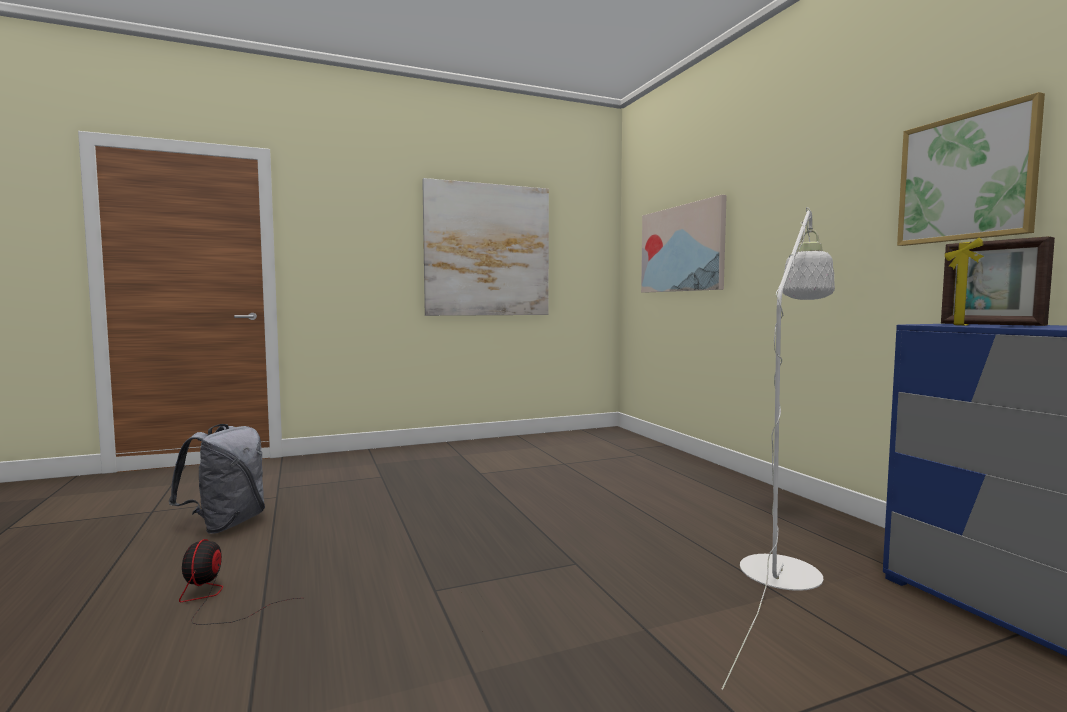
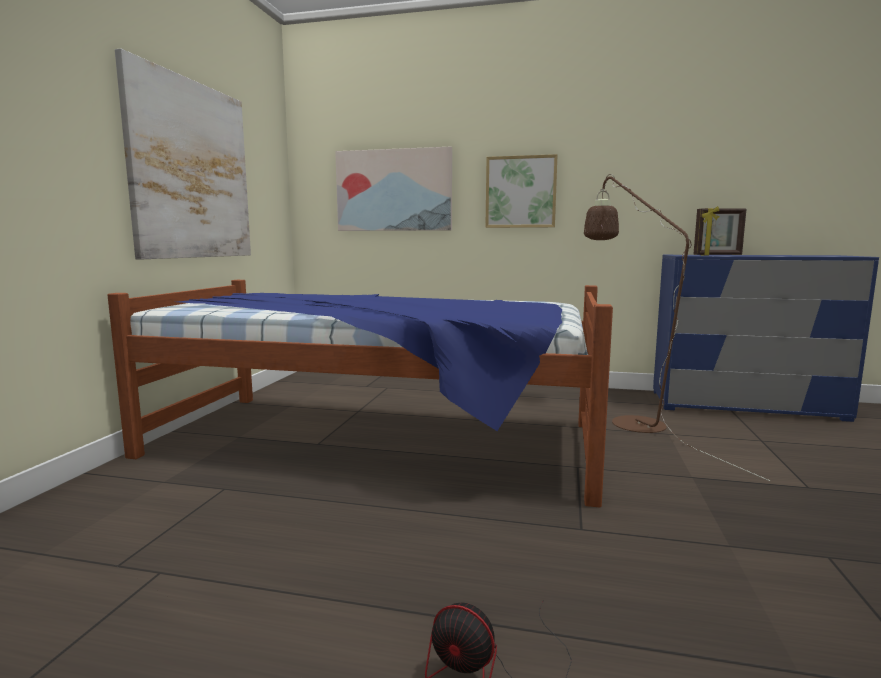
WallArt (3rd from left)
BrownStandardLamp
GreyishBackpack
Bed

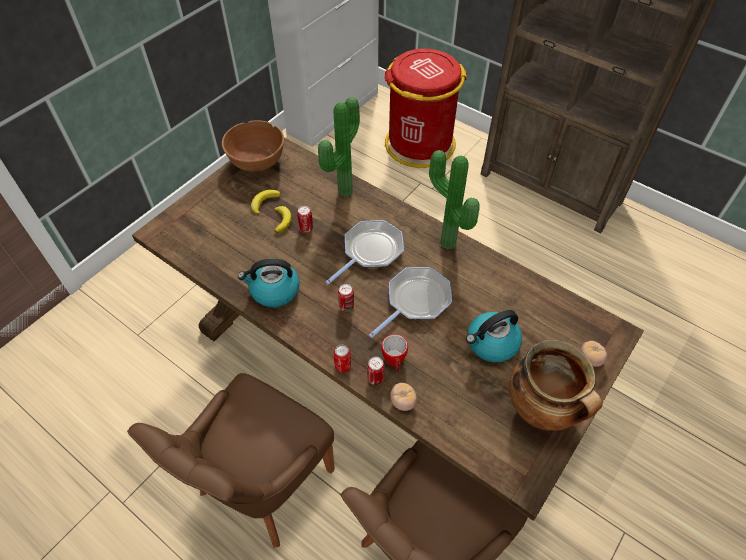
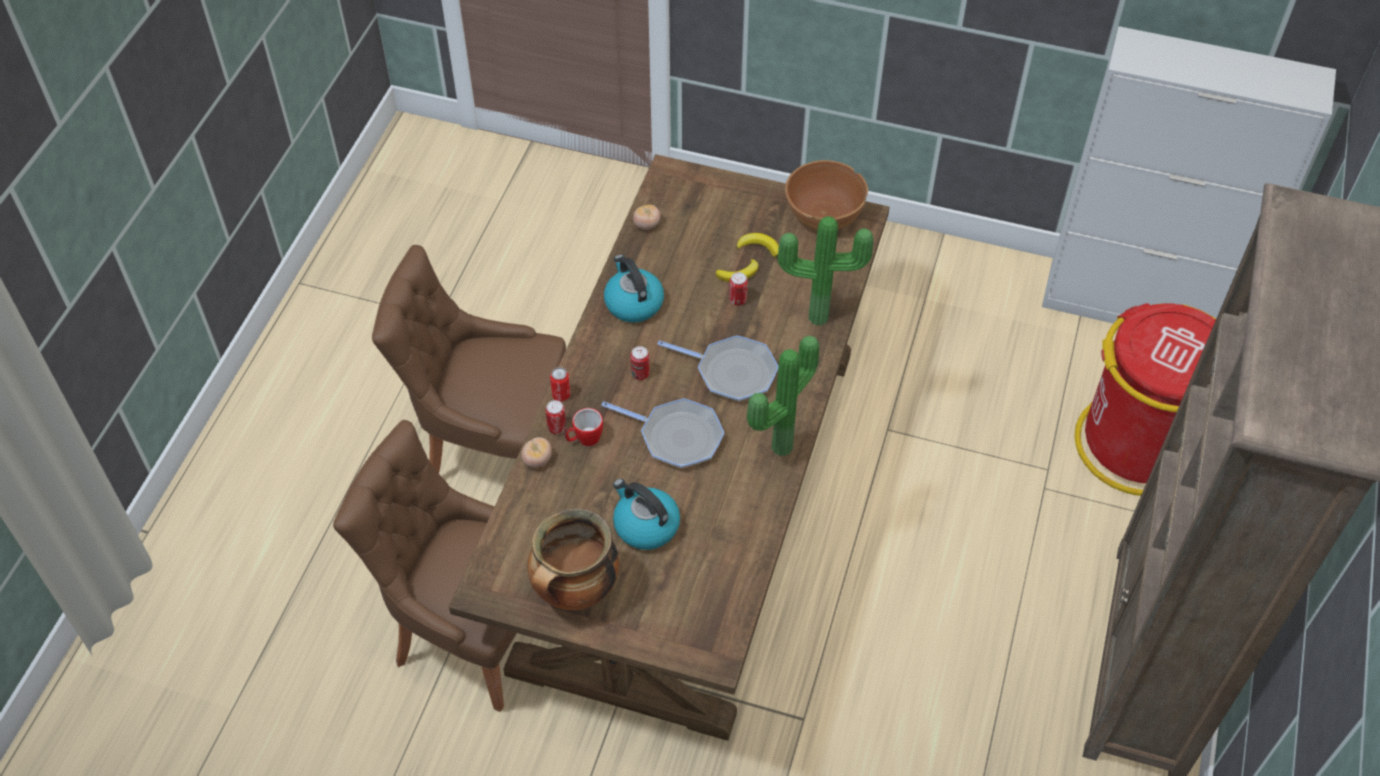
WholeTomato (2nd from left)

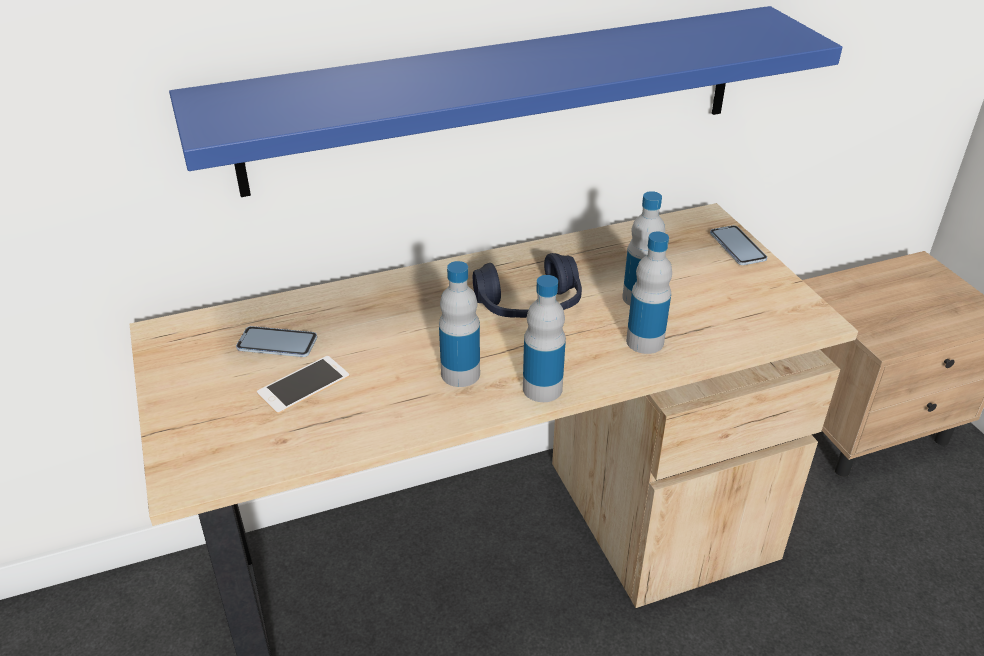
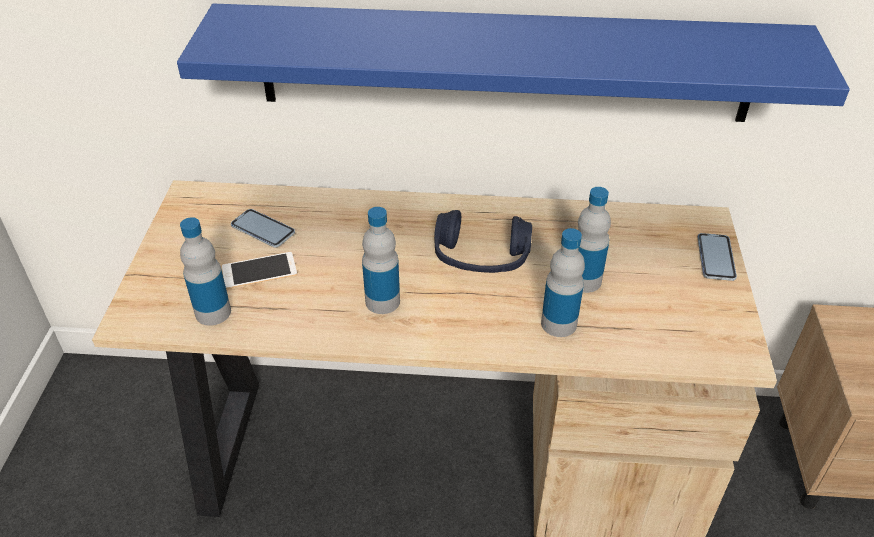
DrinkBottle (1st from left)

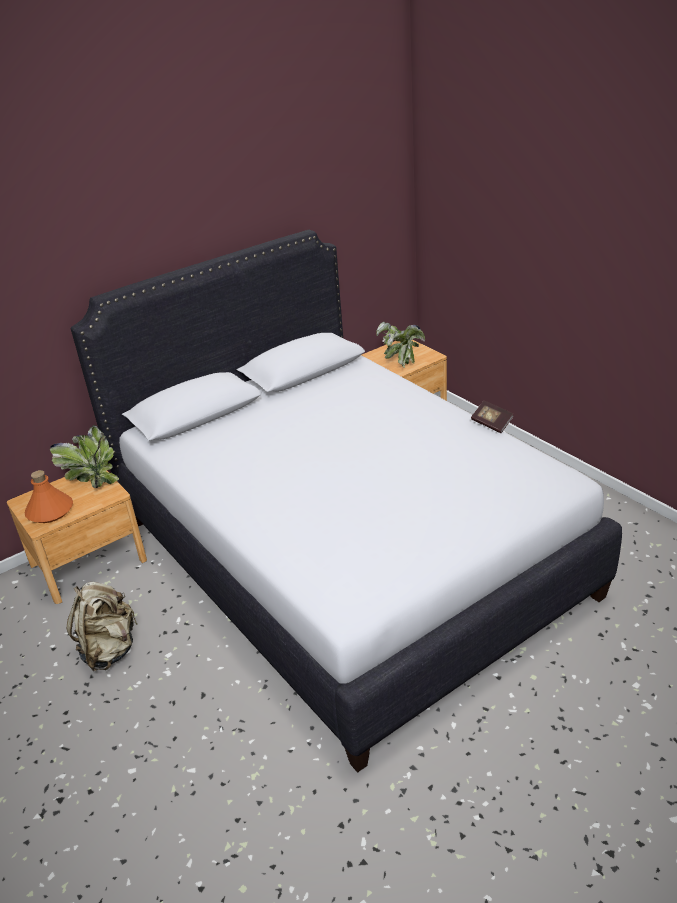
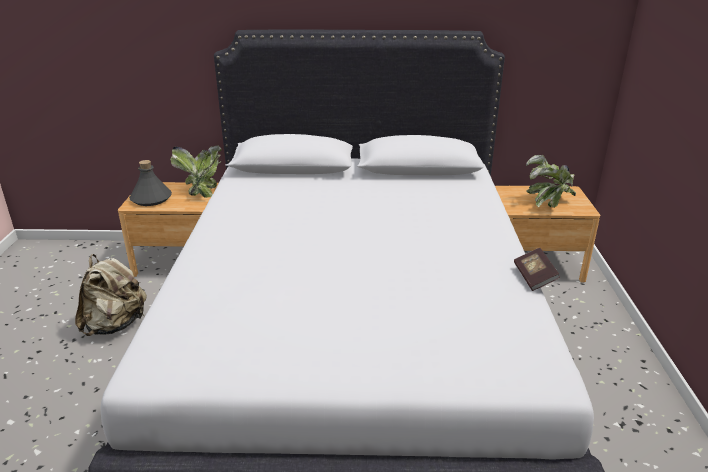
GreyishDrinkBottle

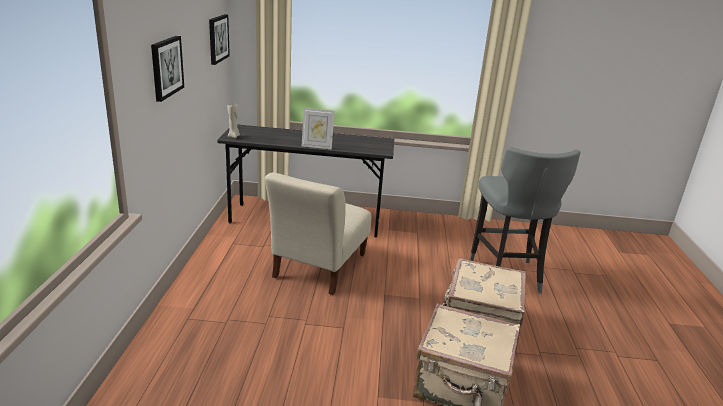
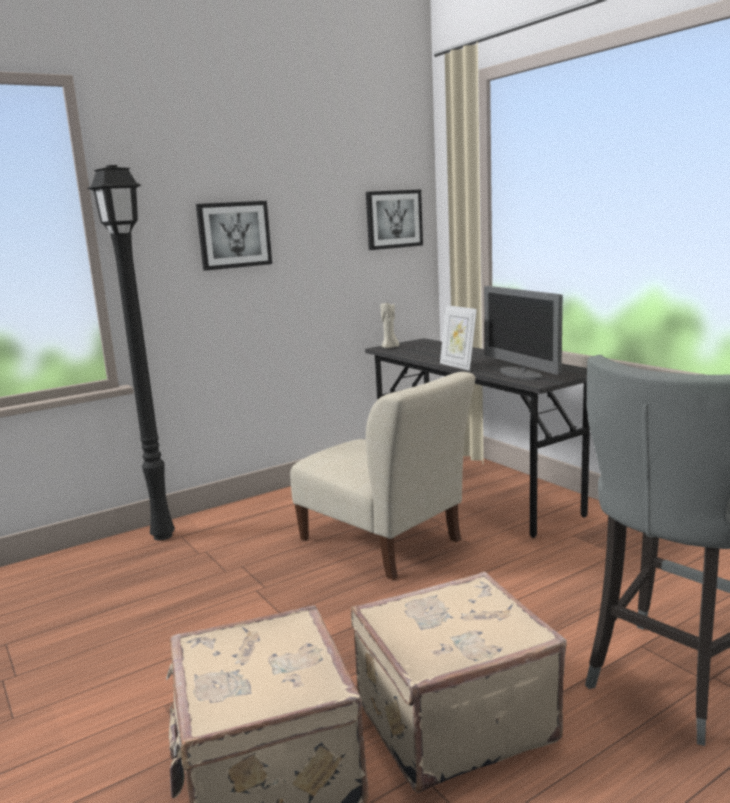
SandColouredUprightChair
BlackishStandardLamp
Monitor

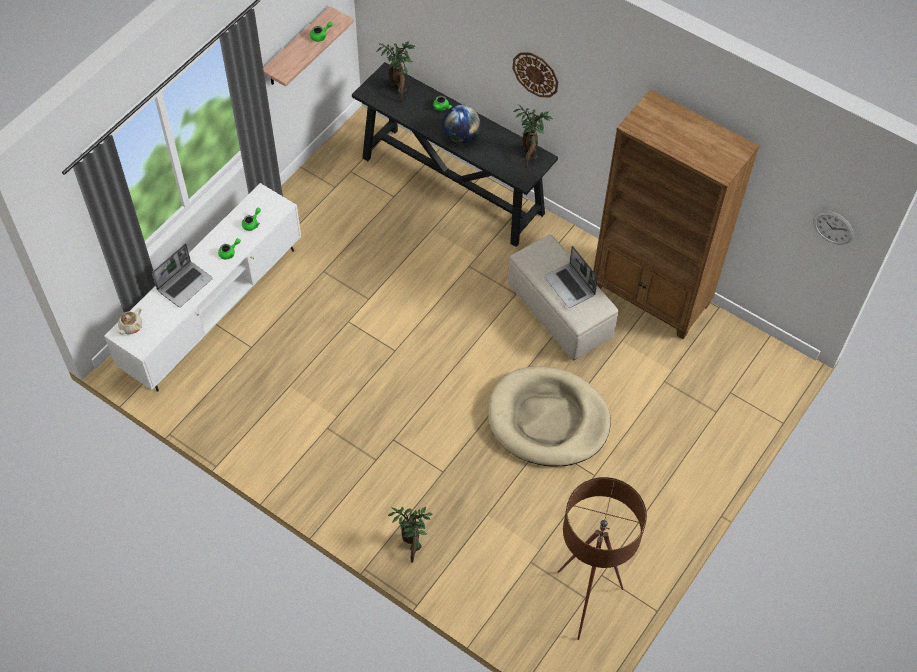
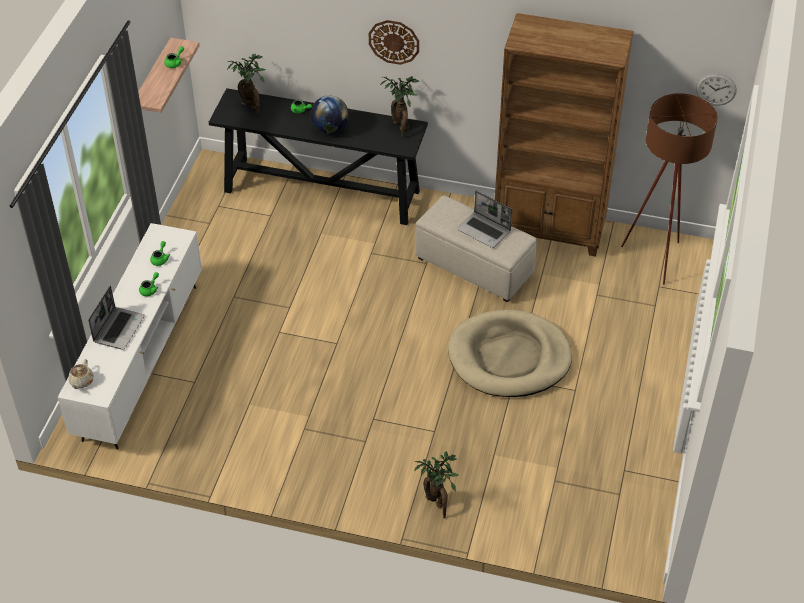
BrownStandardLamp

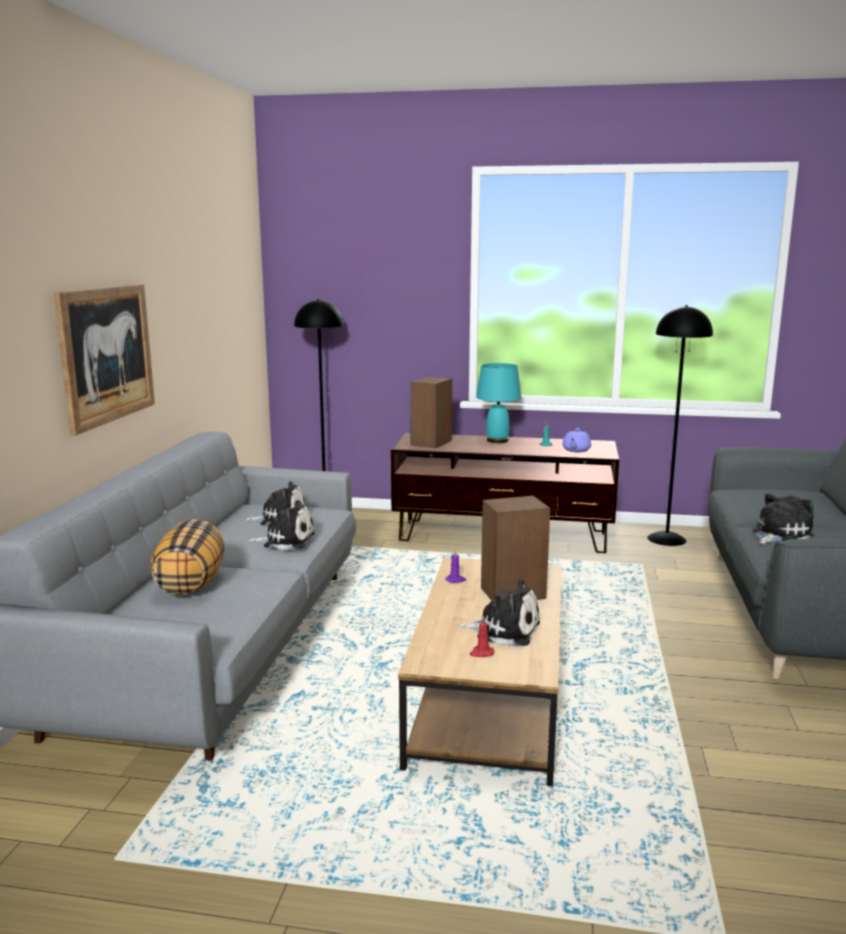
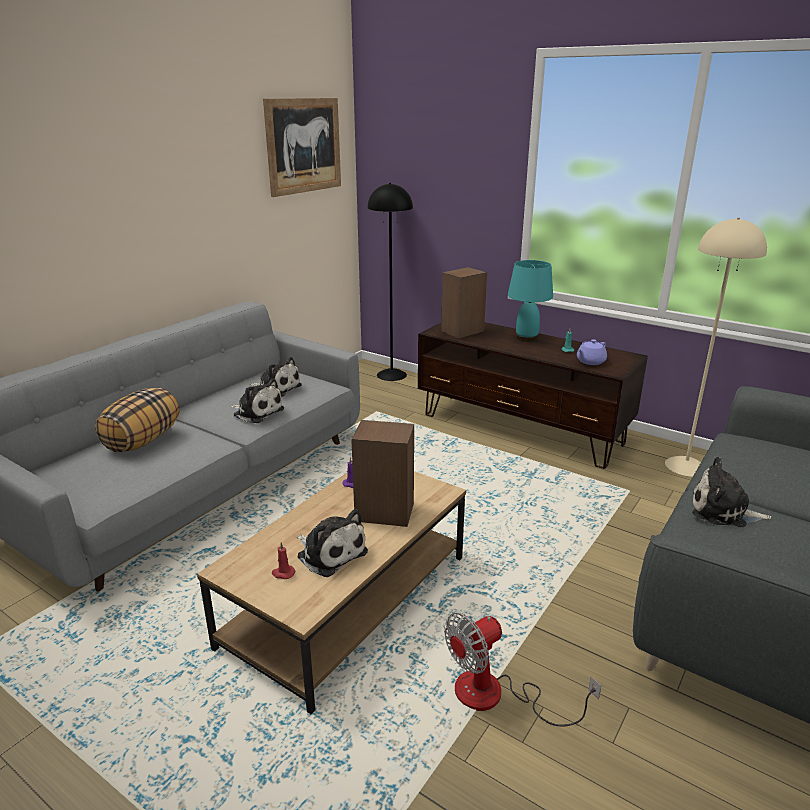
WallArt
SandColouredStandardLamp
SoftToy (4th from left)
CoolingFan

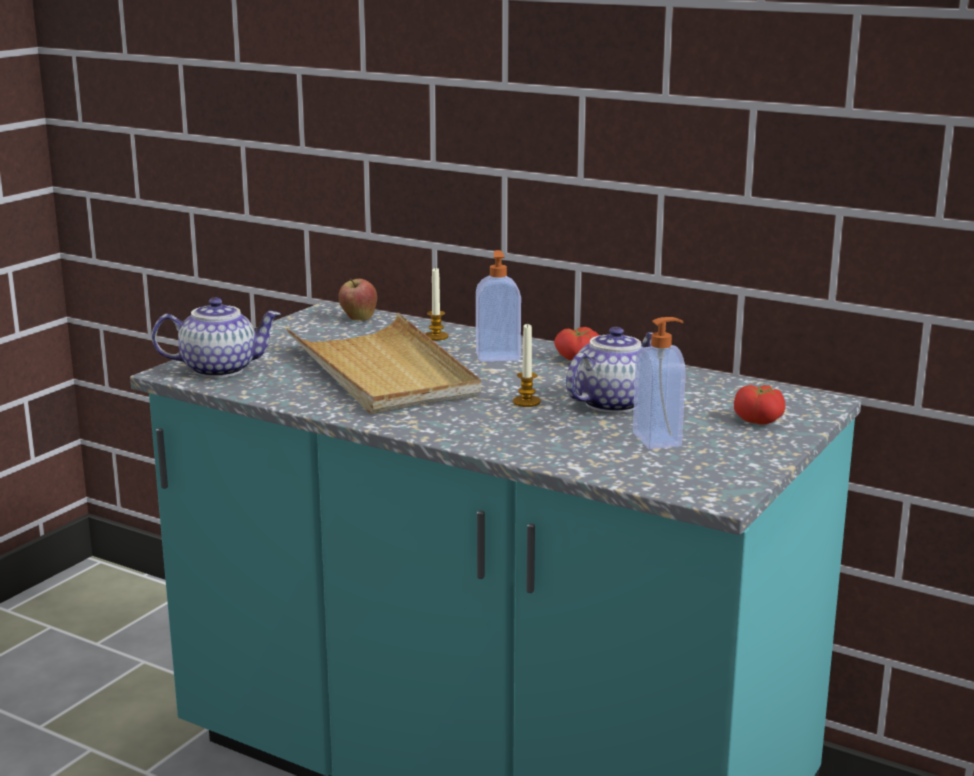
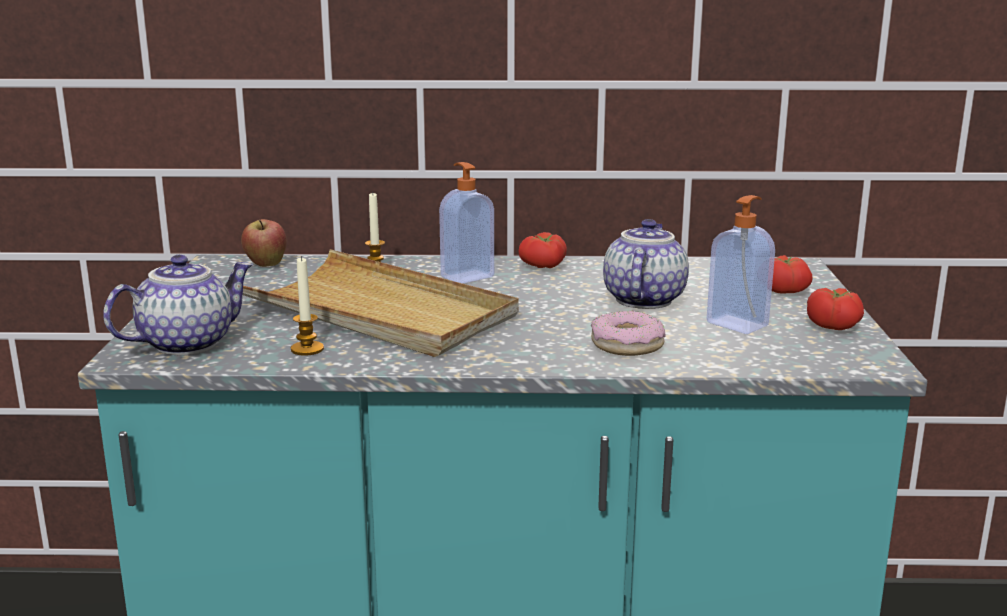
WaxCandle (1st from left)
WholeTomato (3rd from left)
Doughnut

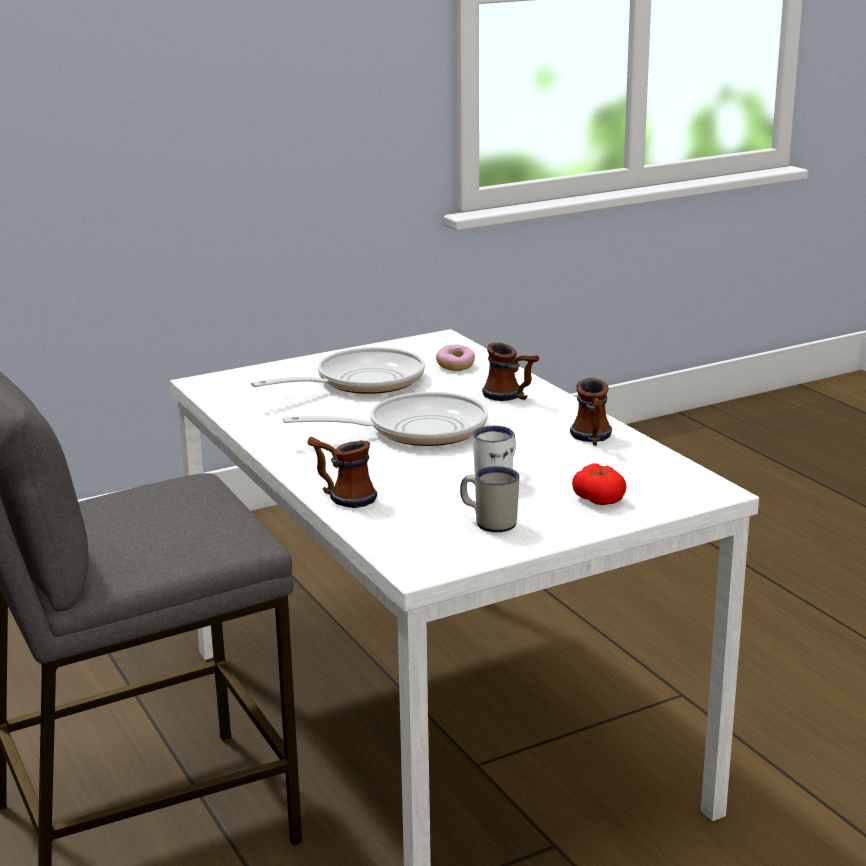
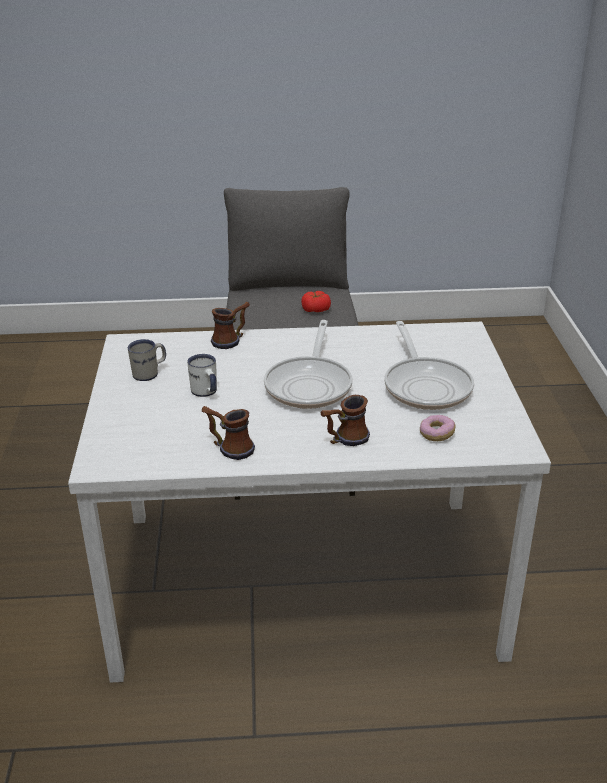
WholeTomato

